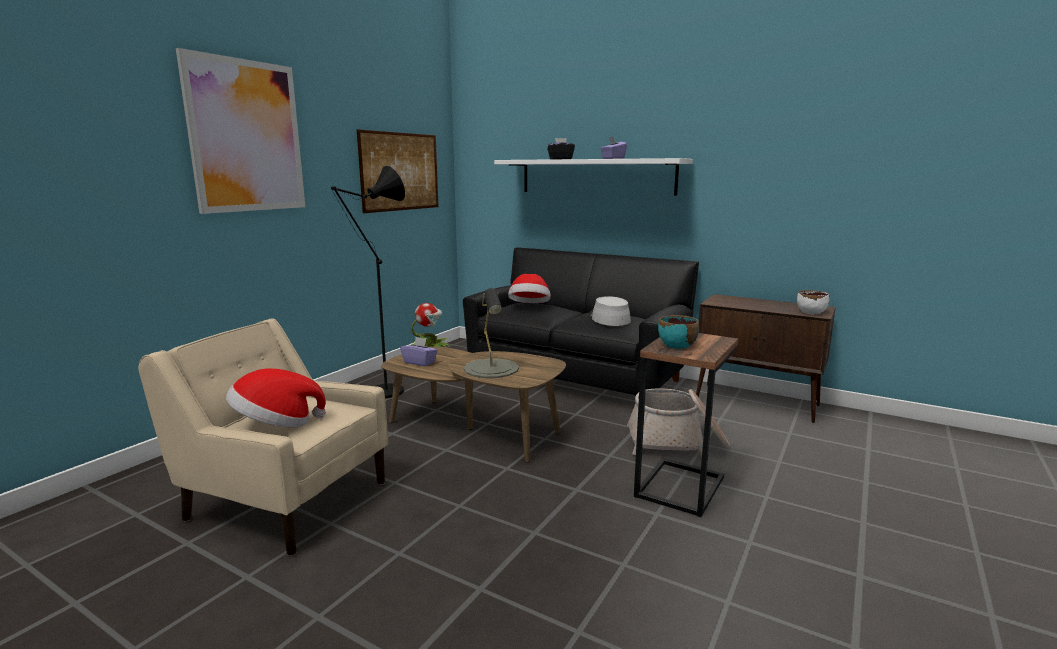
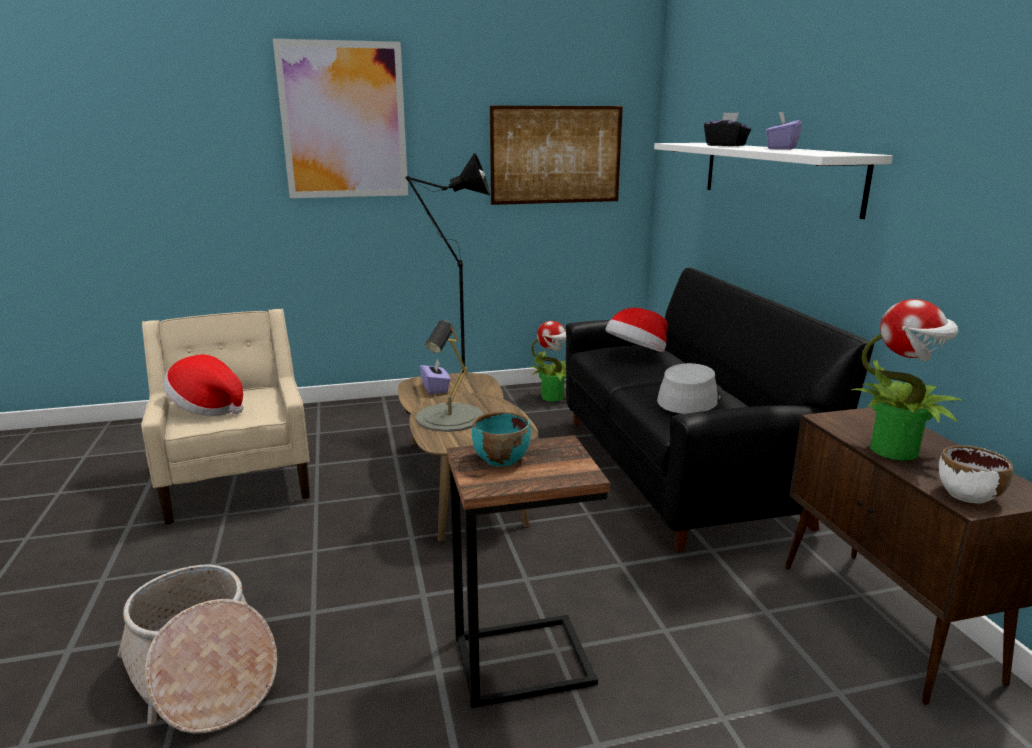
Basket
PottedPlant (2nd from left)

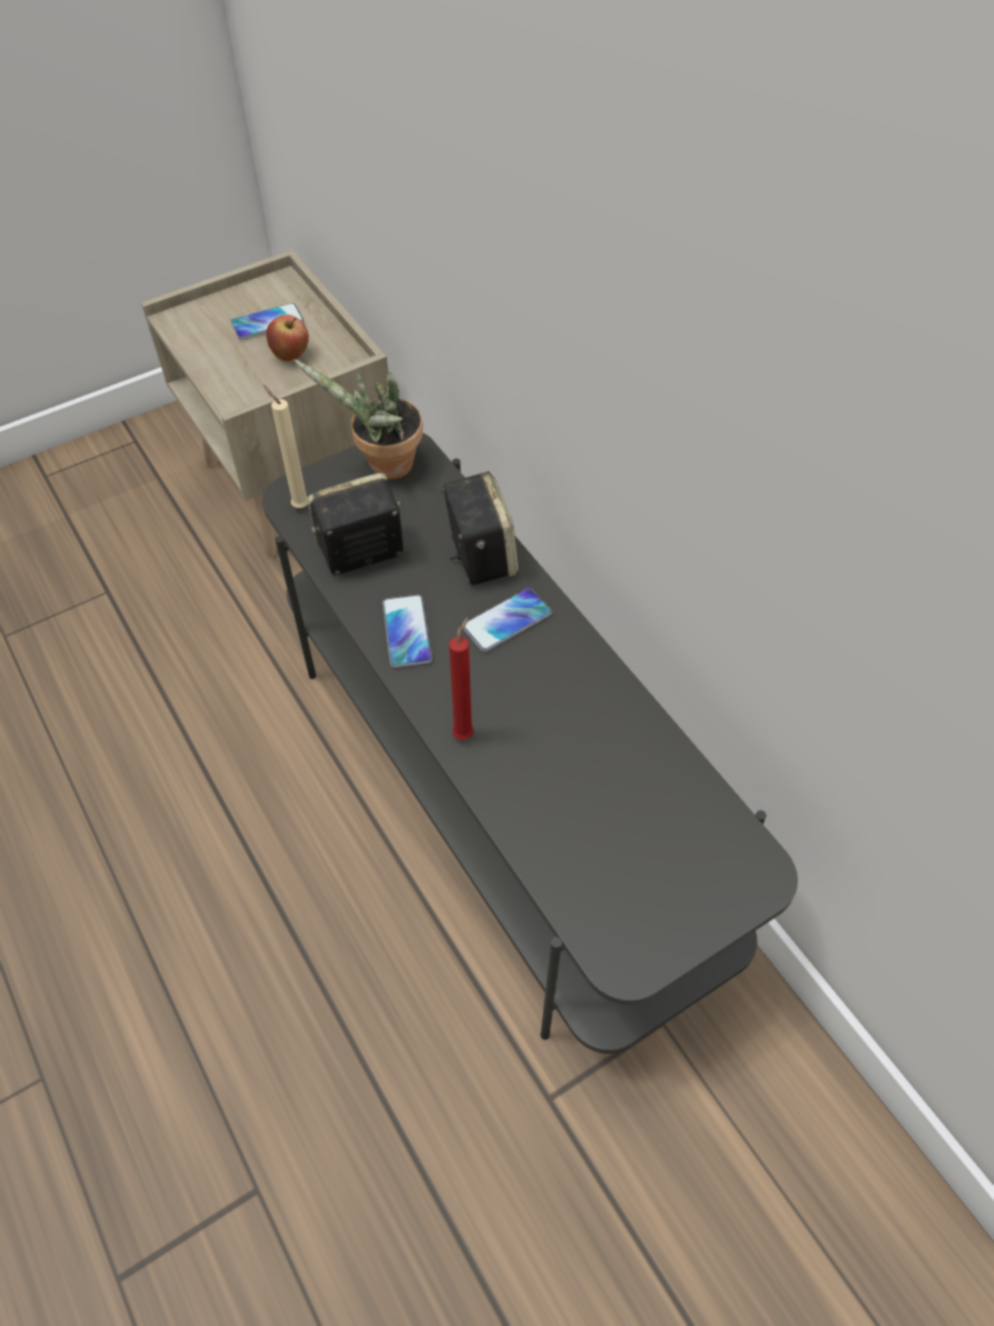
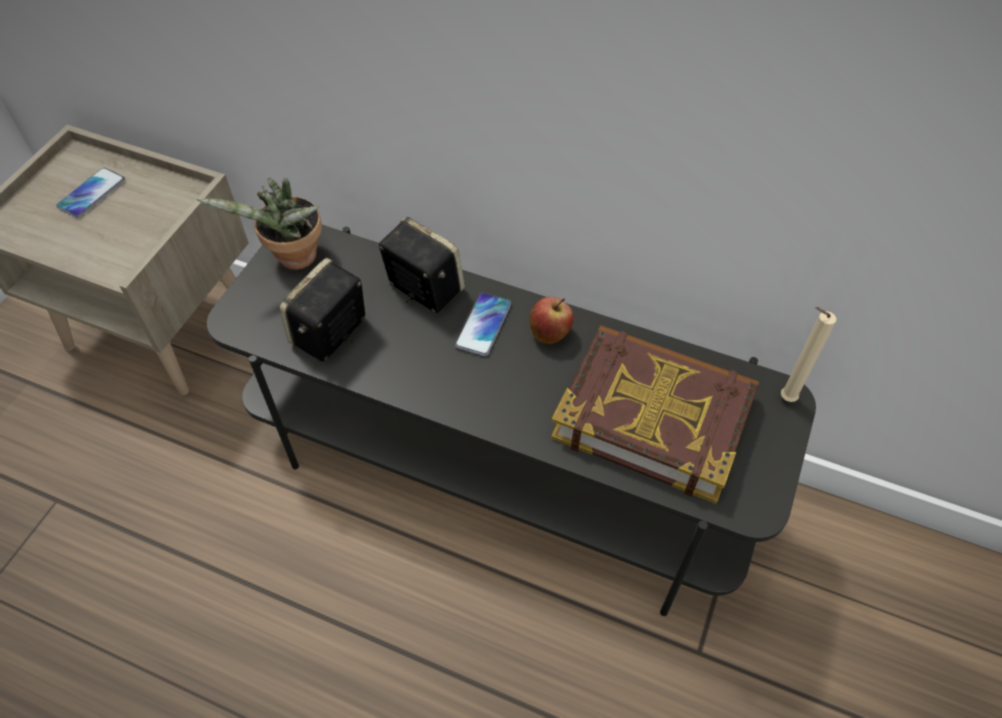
AppleFruit
SandColouredWaxCandle
Telephone (2nd from left in the first image)
RedColouredWaxCandle
Volume

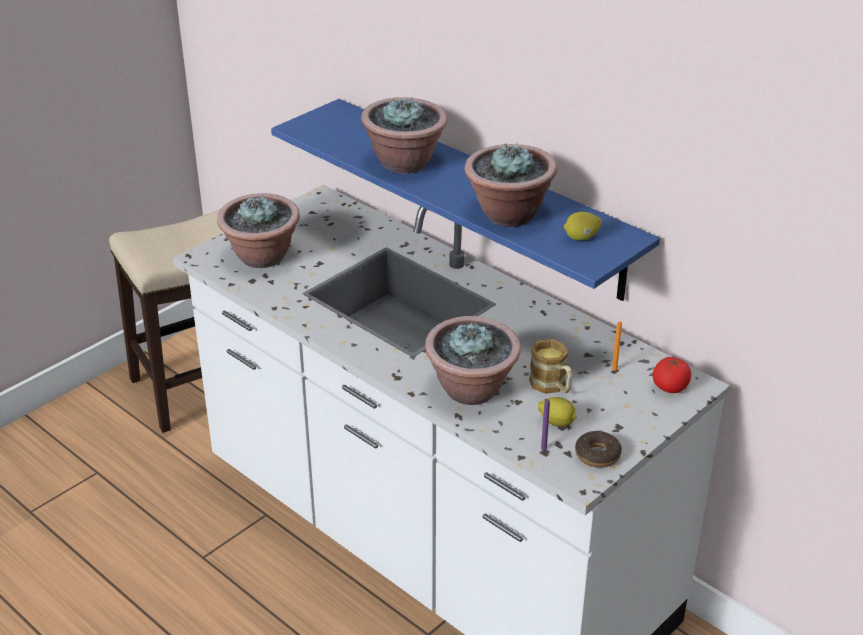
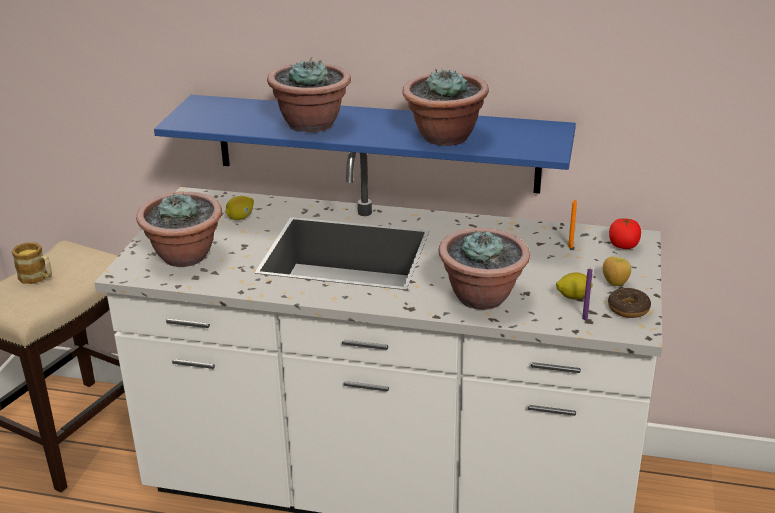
CitrusFruit (1st from left)
TeaMug
AppleFruit

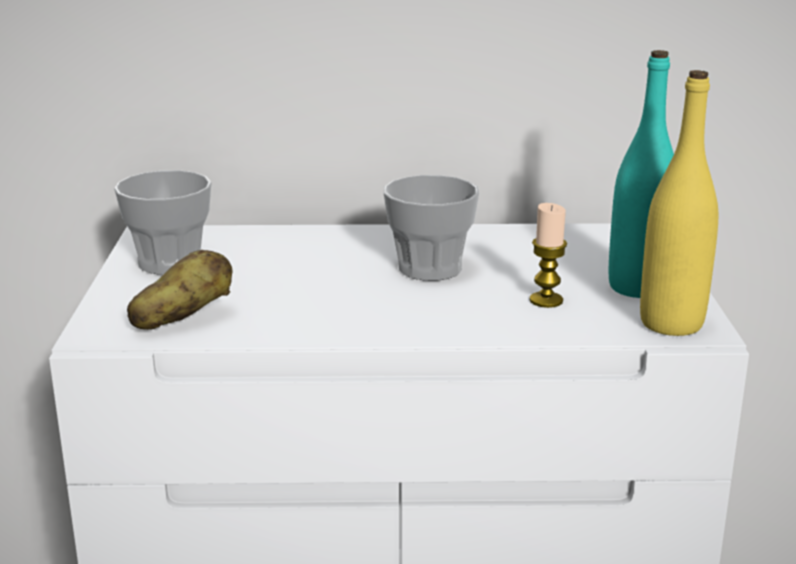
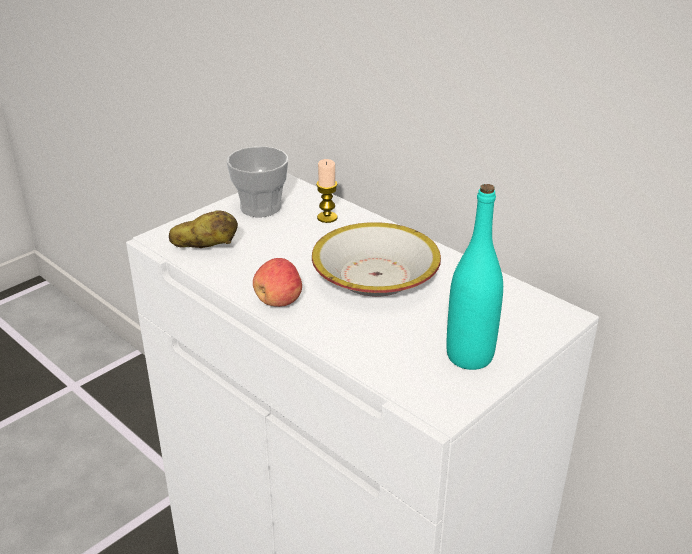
YellowColouredDrinkBottle
Bowl
WaxCandle
AppleFruit

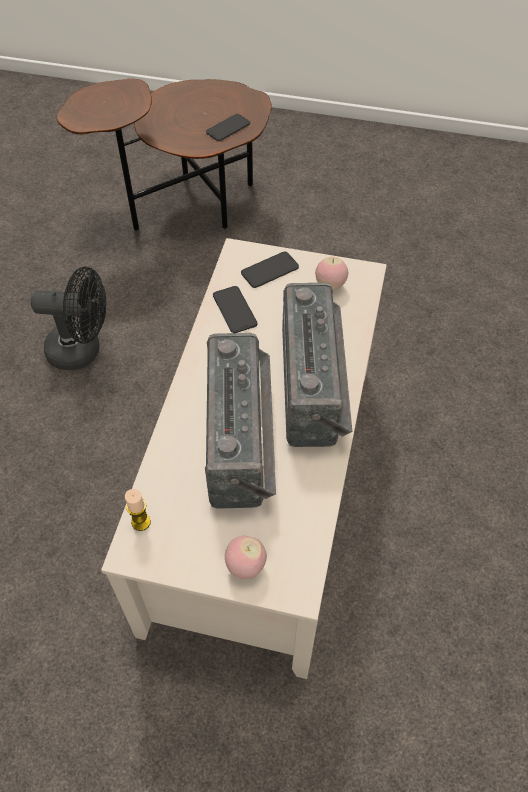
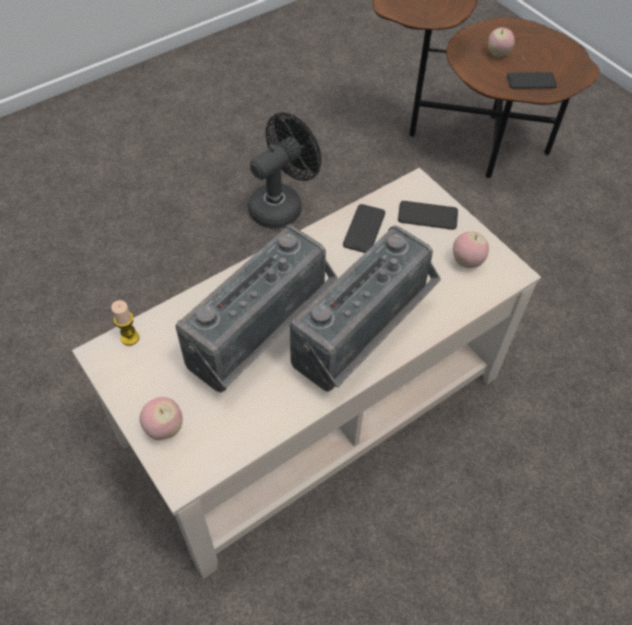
BlackishCoolingFan
AppleFruit (3rd from left)

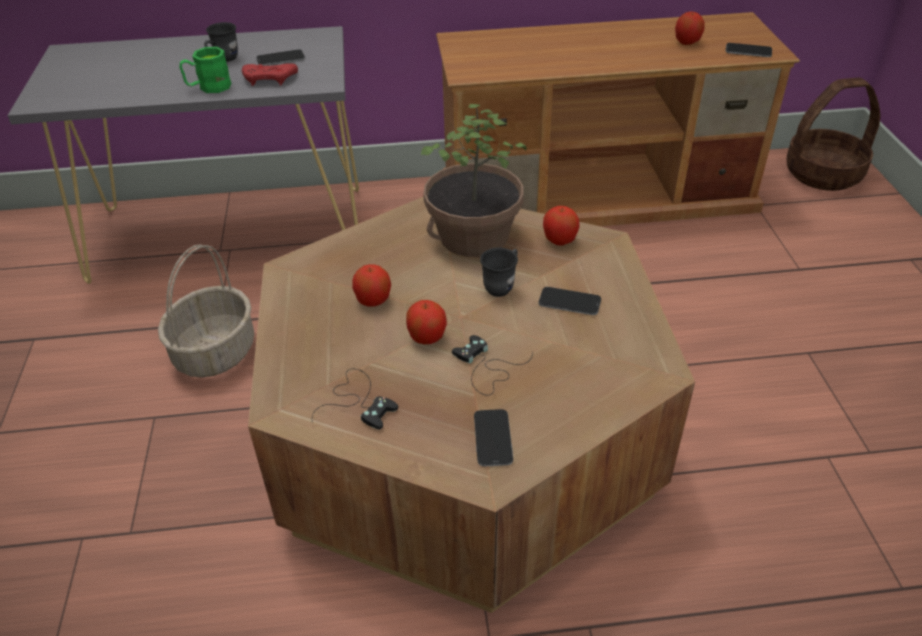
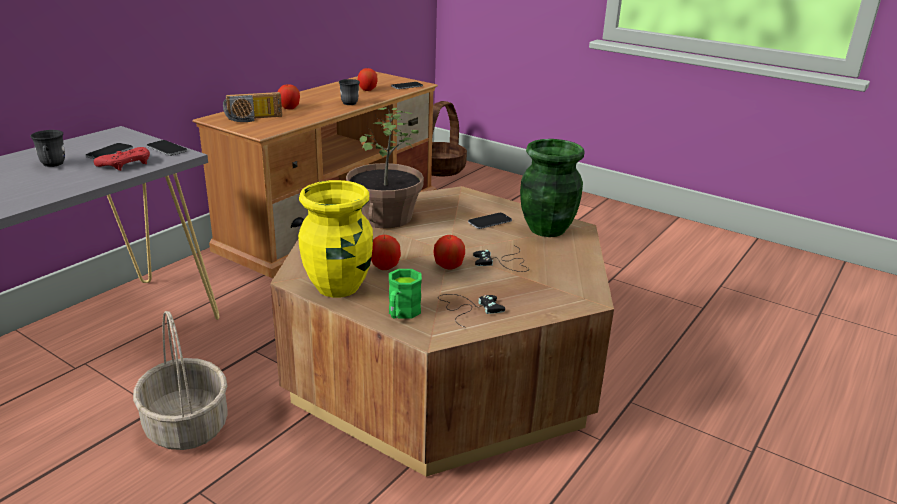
GreenColouredTeaMug
AppleFruit (1st from left)
GreyishTeaMug (2nd from left)
Telephone (2nd from left)
RadioReceiver
GreenColouredFlowerVase
YellowColouredFlowerVase

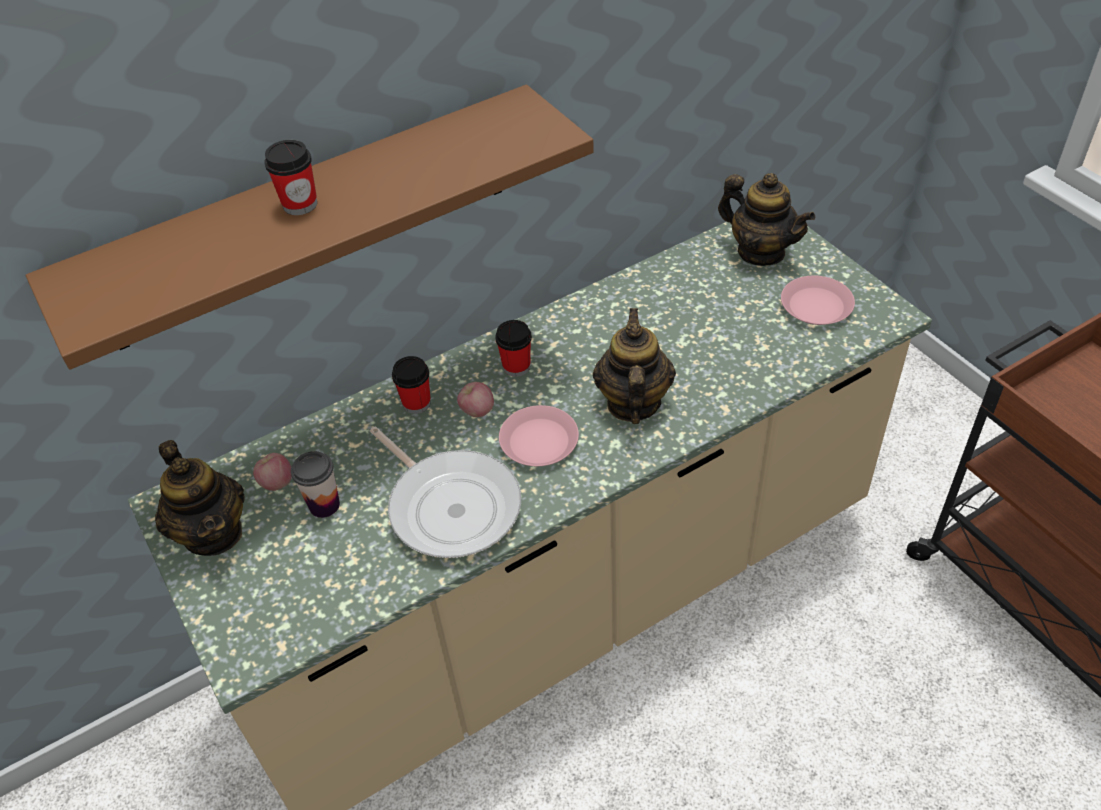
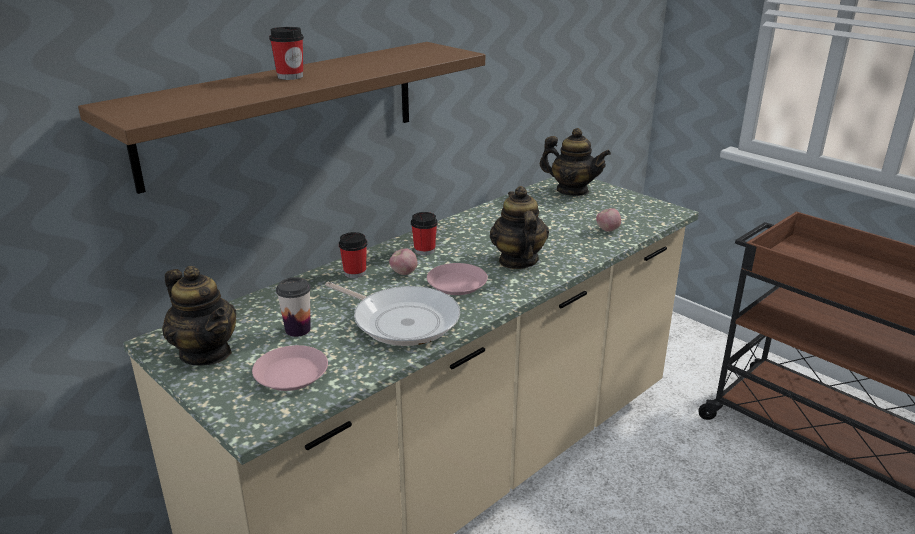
PinkColouredDinnerPlate (1st from left)
AppleFruit (2nd from left)

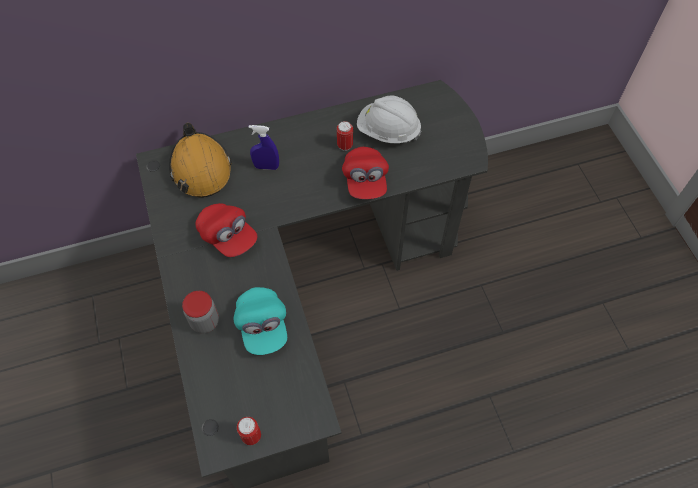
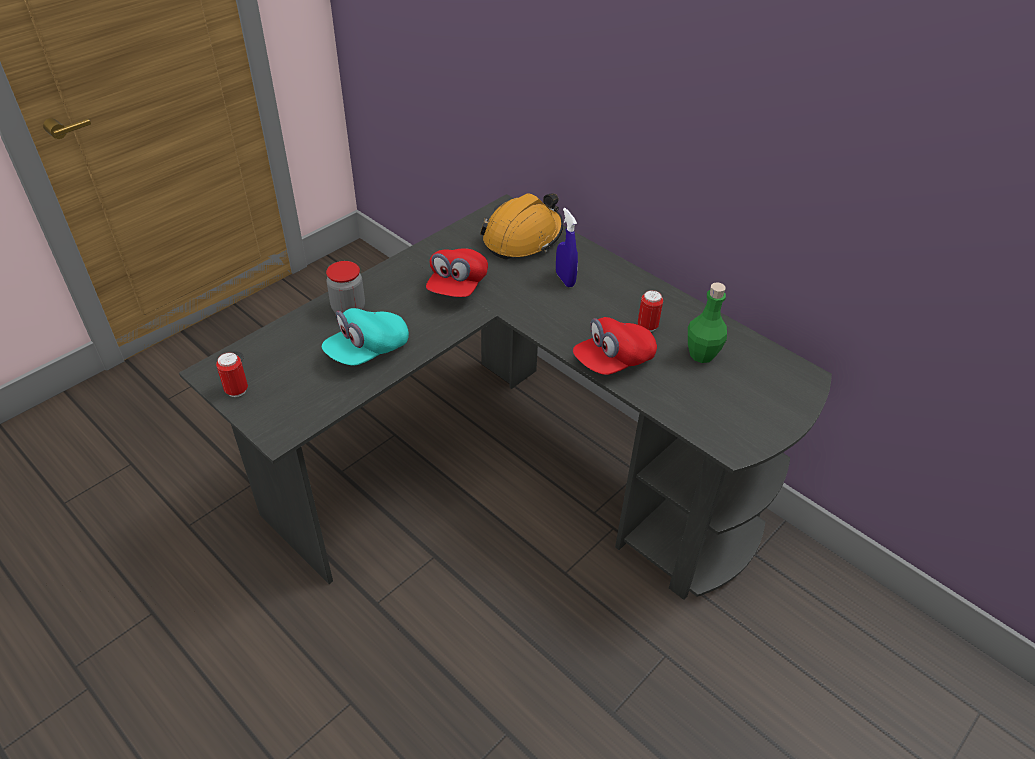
GreenColouredDrinkBottle

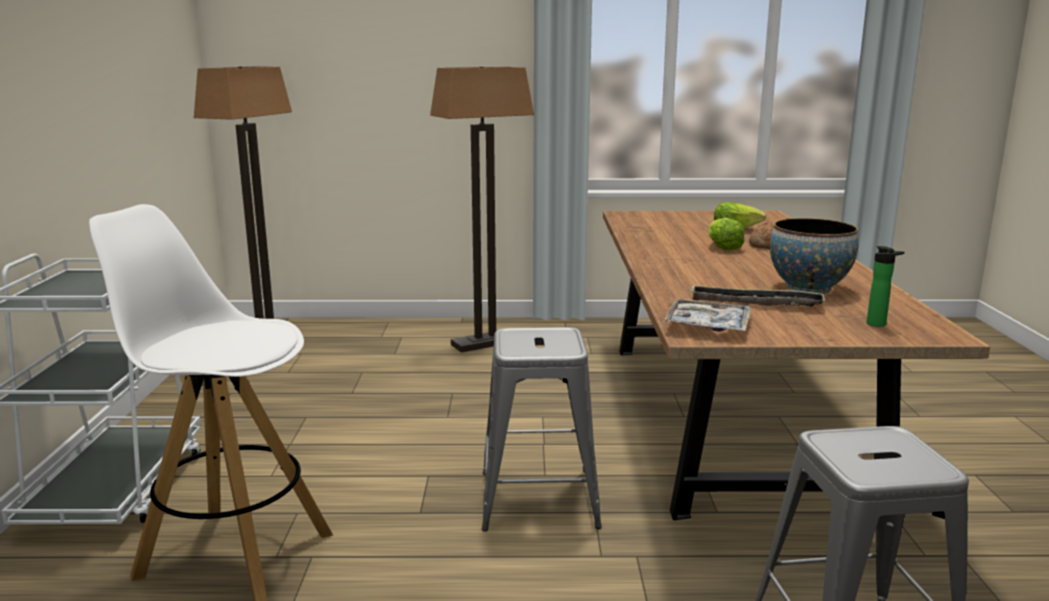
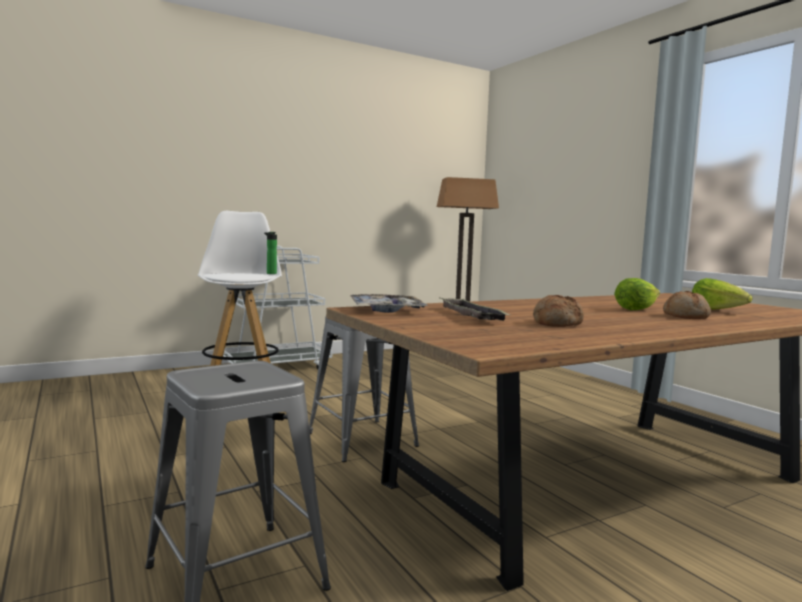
StandardLamp (2nd from left in the first image)
BakedBread (1st from left)
DrinkBottle

